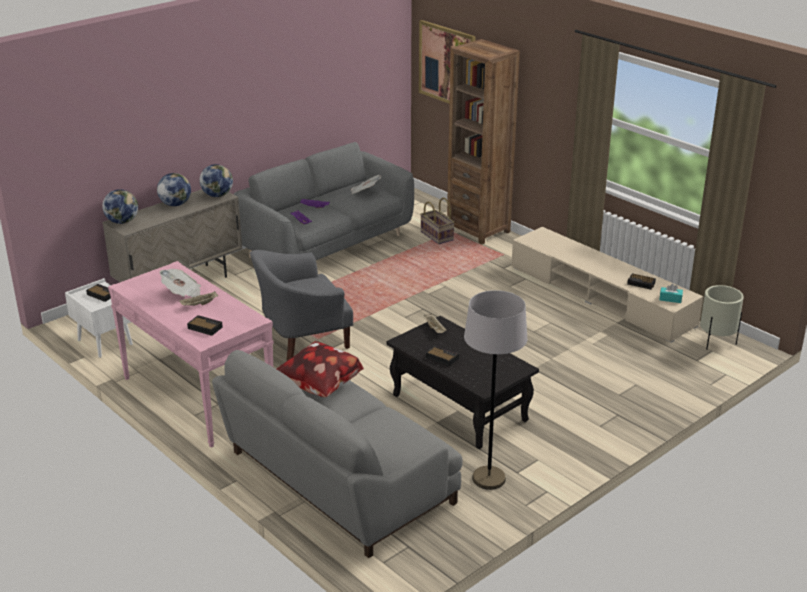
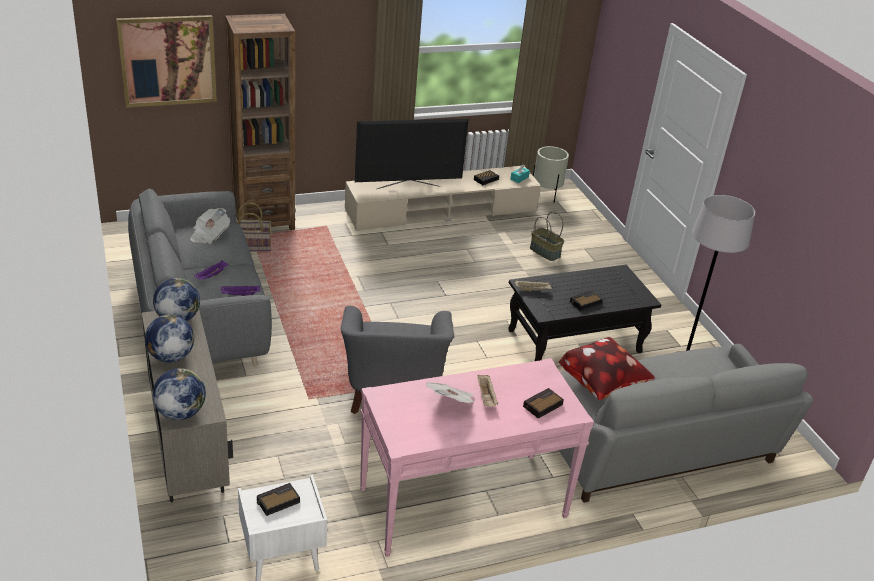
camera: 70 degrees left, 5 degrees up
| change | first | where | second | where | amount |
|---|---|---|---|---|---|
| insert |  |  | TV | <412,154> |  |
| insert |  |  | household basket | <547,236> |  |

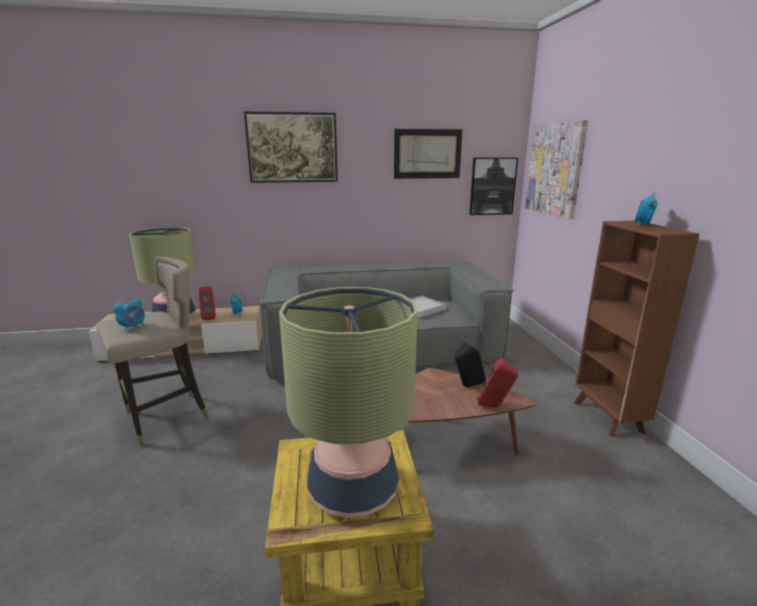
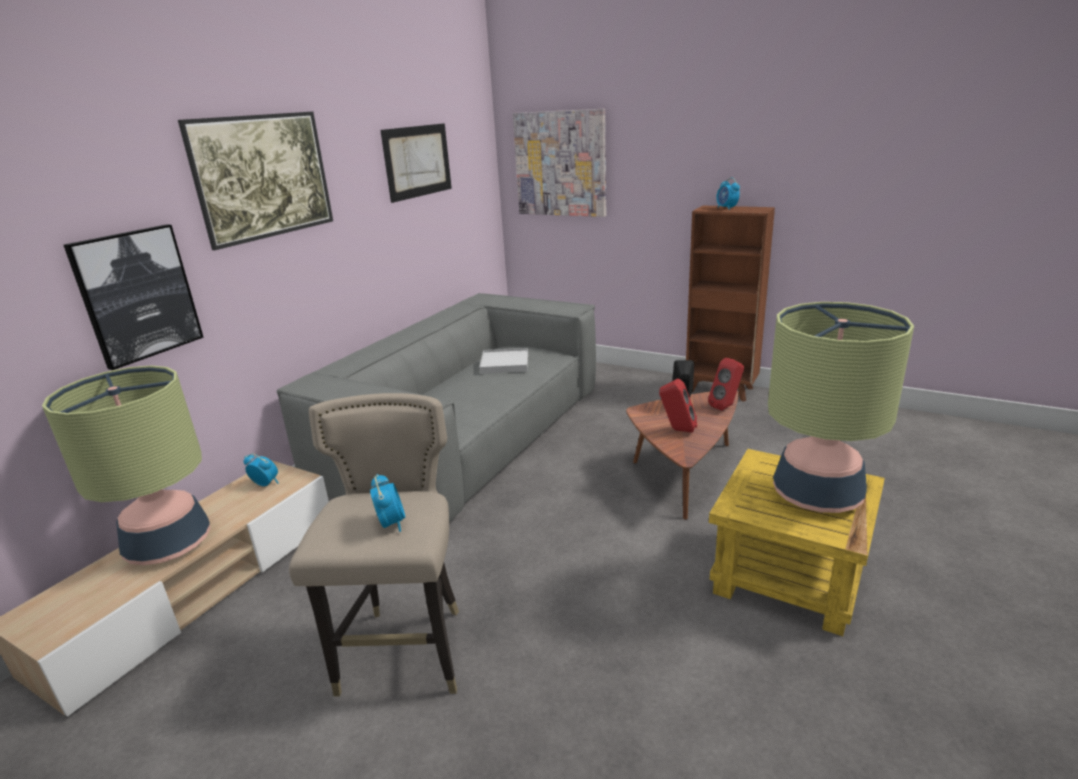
camera: 50 degrees left, 5 degrees up
| change | first | where | second | where | amount |
|---|---|---|---|---|---|
| move | speaker (red) | <207,303> |  | <678,405> |  |
| move | picture | <493,186> |  | <134,297> |  |

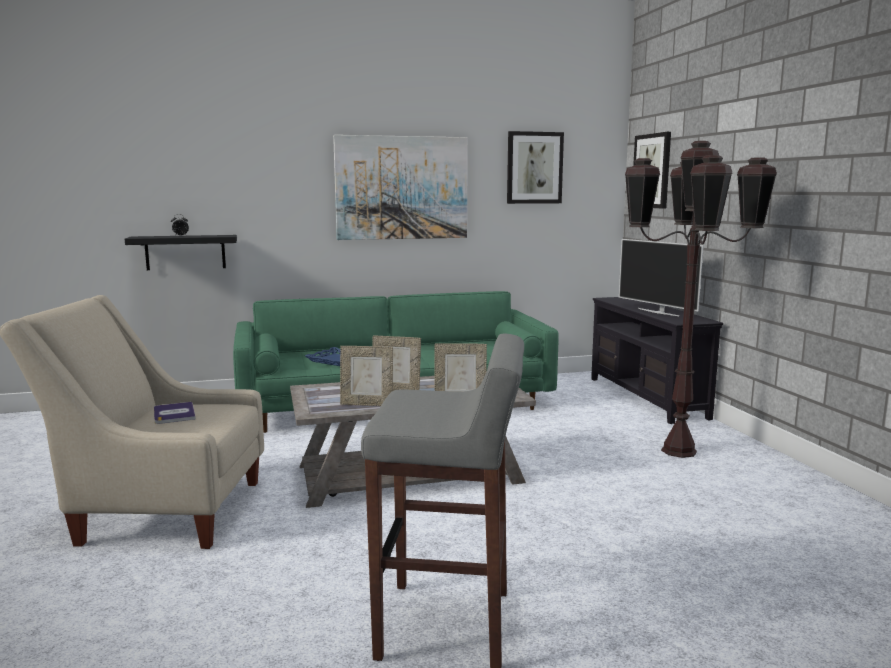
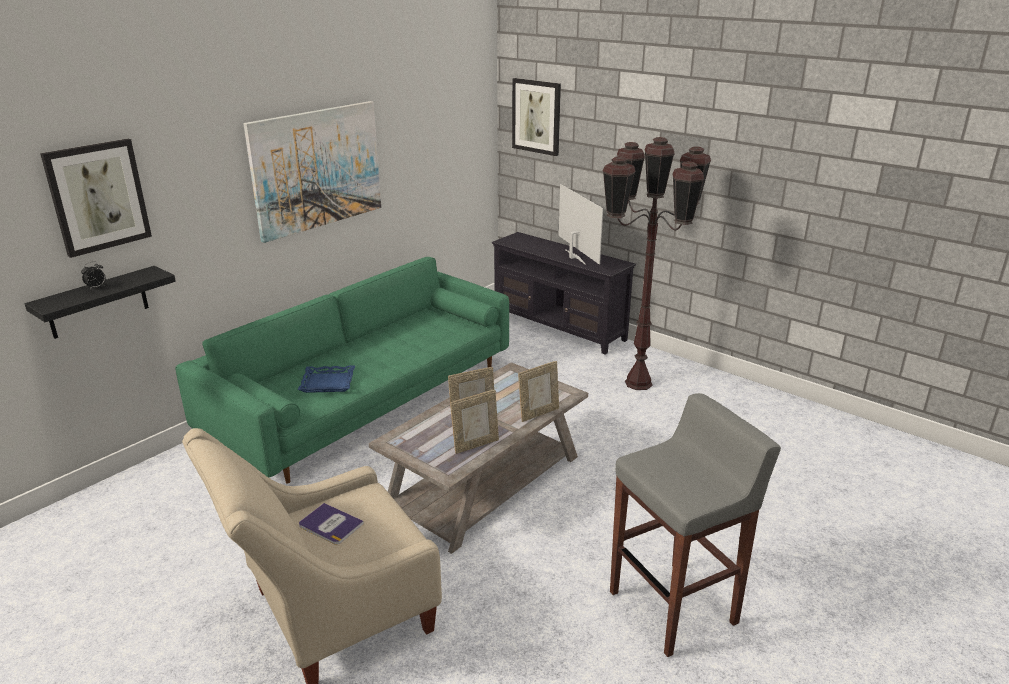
camera: 35 degrees left, 15 degrees up
| change | first | where | second | where | amount |
|---|---|---|---|---|---|
| move | picture | <535,167> |  | <96,198> |  |
| rotate | TV | <661,277> |  | <580,224> | 135 degrees counterclockwise |

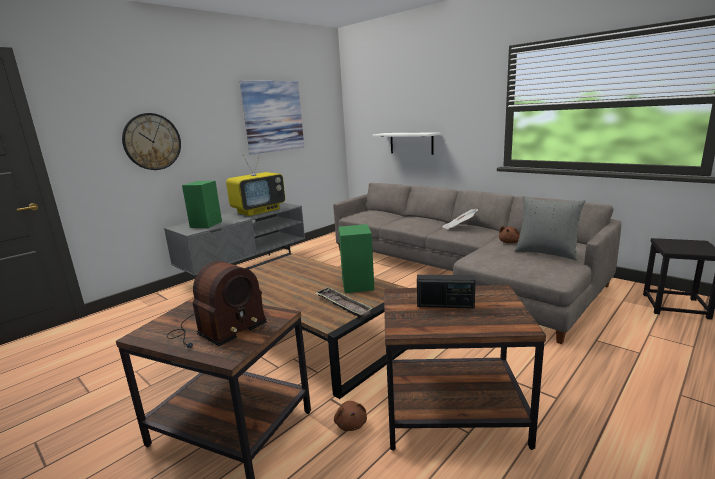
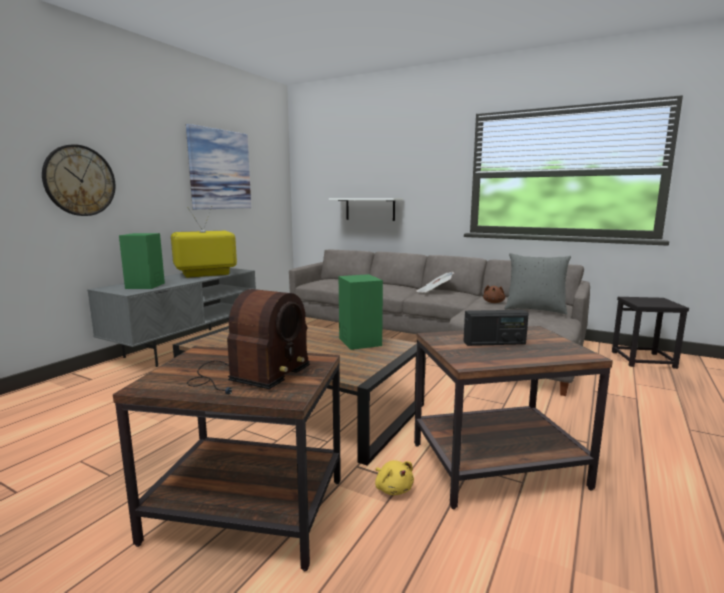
camera: 15 degrees left, 5 degrees down
| change | first | where | second | where | amount |
|---|---|---|---|---|---|
| delete | tray | <344,303> |  |  |  |
| recolor | cuddly toy (brownish) | <350,416> | cuddly toy (yellow) | <394,477> |  |
| rotate | TV | <255,184> |  | <204,242> | 150 degrees counterclockwise |

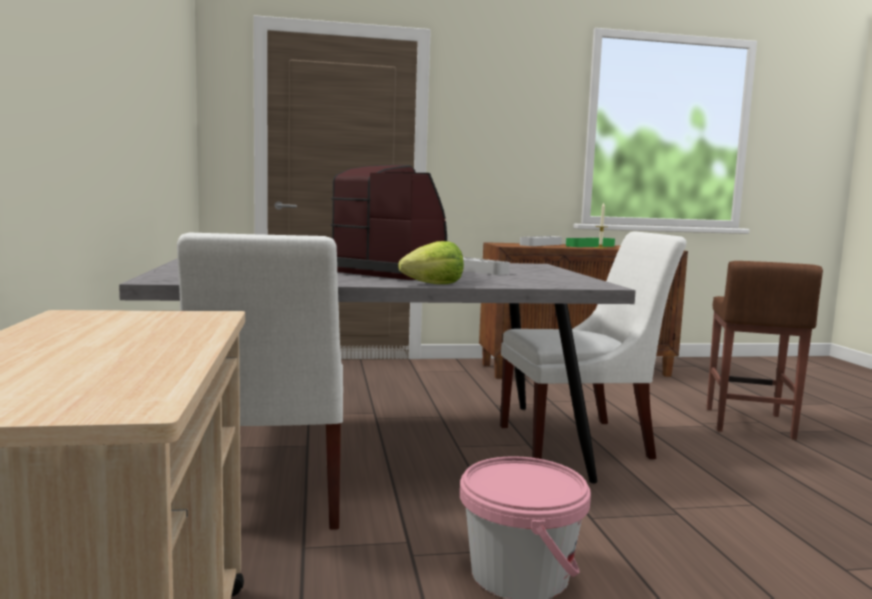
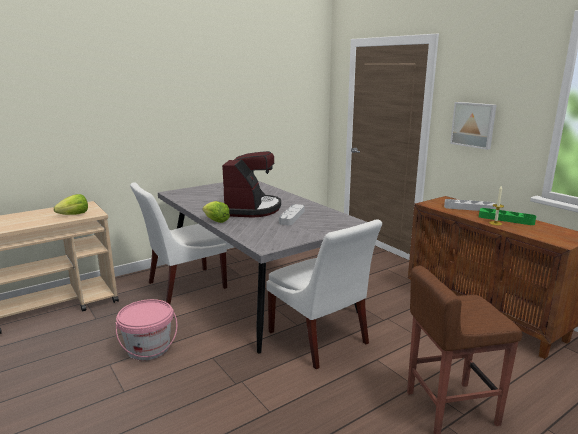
camera: 65 degrees right, 10 degrees up
| change | first | where | second | where | amount |
|---|---|---|---|---|---|
| insert |  |  | lettuce head | <71,204> |  |
| insert |  |  | picture | <473,126> |  |

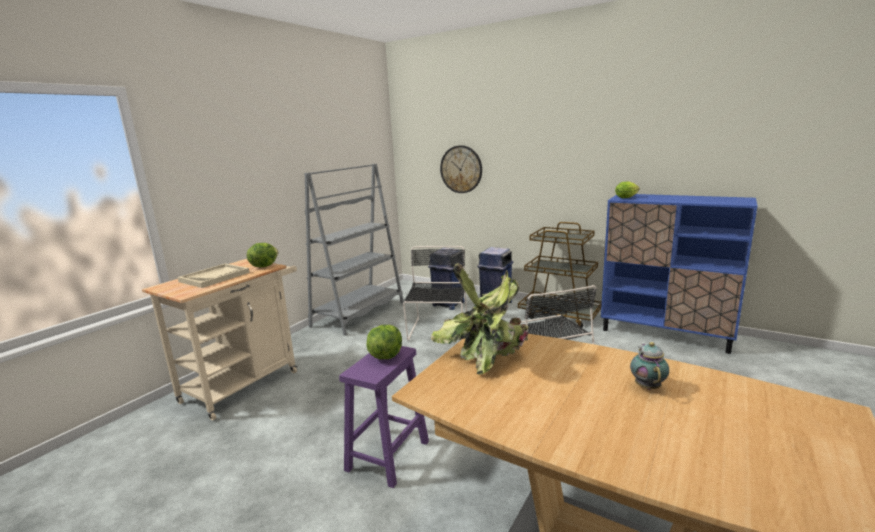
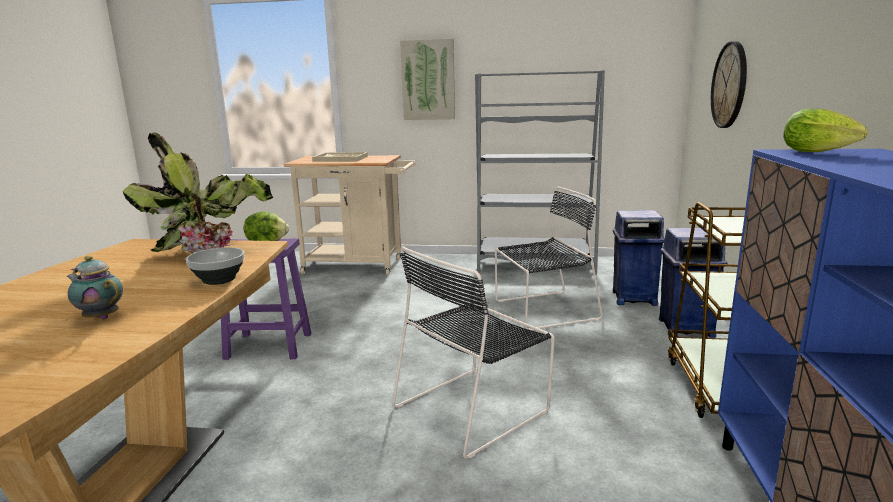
camera: 65 degrees right, 0 degrees up
| change | first | where | second | where | amount |
|---|---|---|---|---|---|
| delete | lettuce head | <263,255> |  |  |  |
| insert |  |  | deep dish | <215,266> |  |
| insert |  |  | picture | <427,79> |  |
| rotate | teapot | <649,366> |  | <95,287> | 135 degrees counterclockwise |

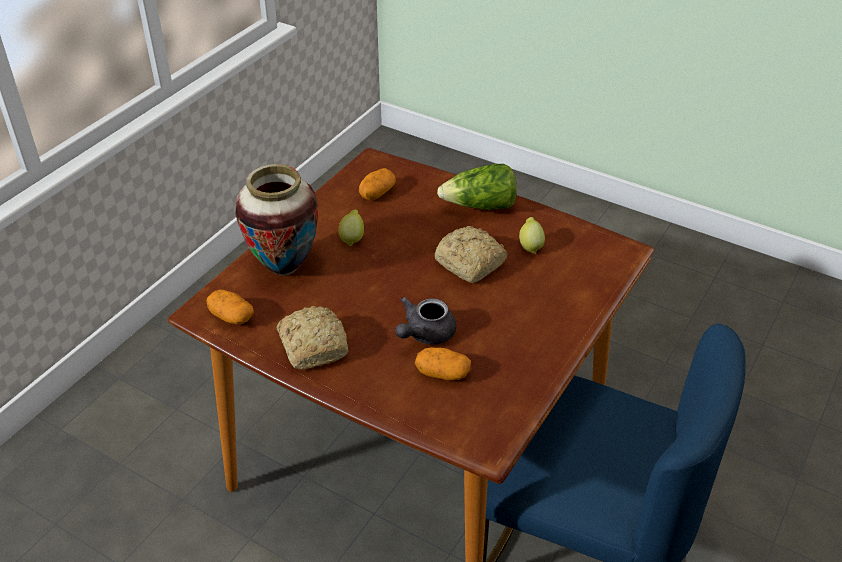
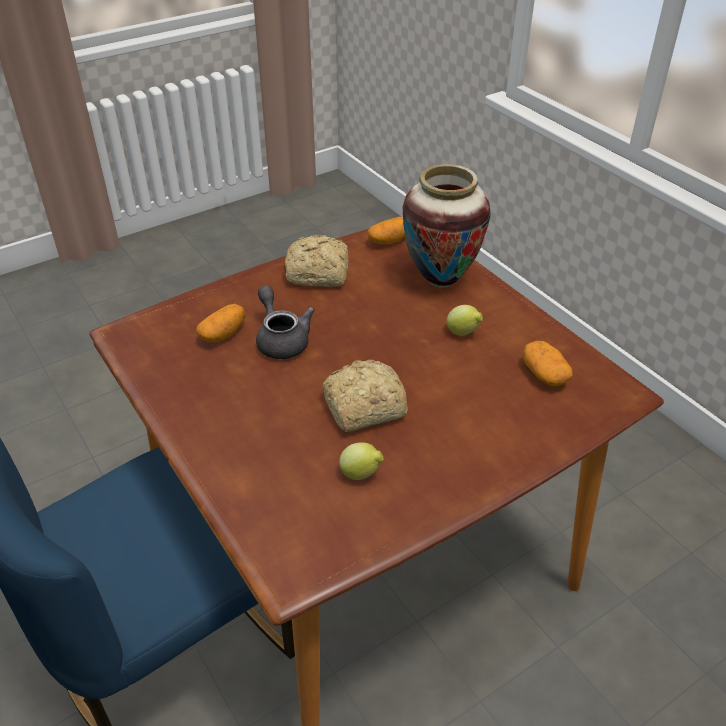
camera: 115 degrees right, 0 degrees up
| change | first | where | second | where | amount |
|---|---|---|---|---|---|
| delete | lettuce head | <477,187> |  |  |  |

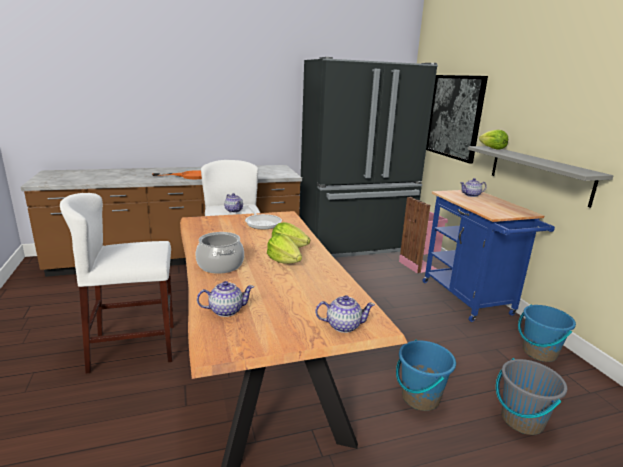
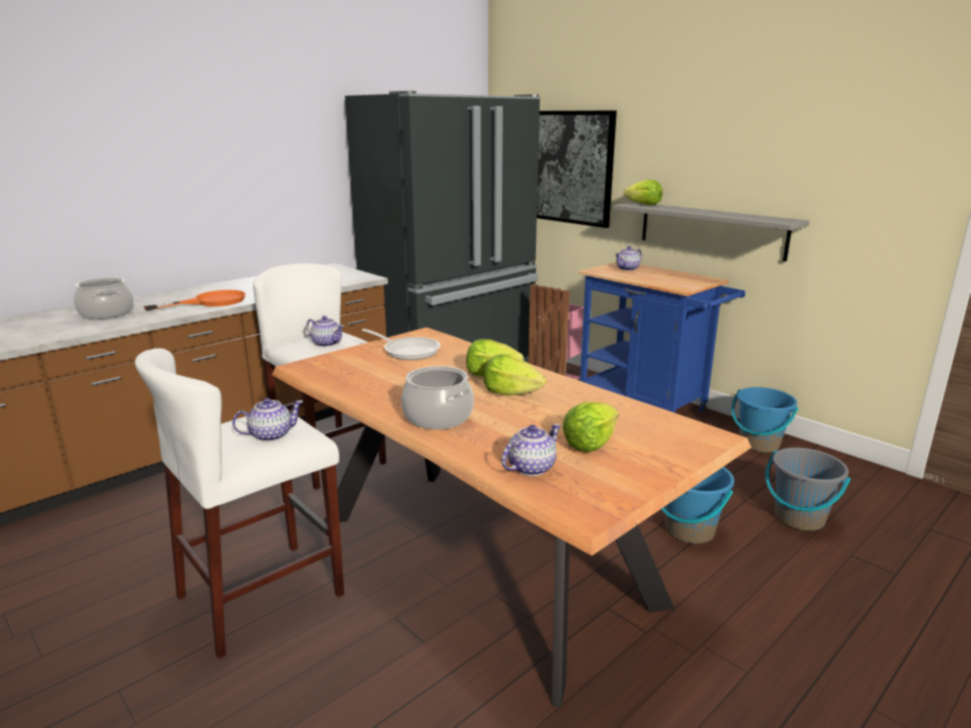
camera: 25 degrees left, 0 degrees up
| change | first | where | second | where | amount |
|---|---|---|---|---|---|
| insert |  |  | saucepot | <103,298> |  |
| insert |  |  | lettuce head | <591,427> |  |
| move | teapot | <345,314> |  | <267,420> |  |

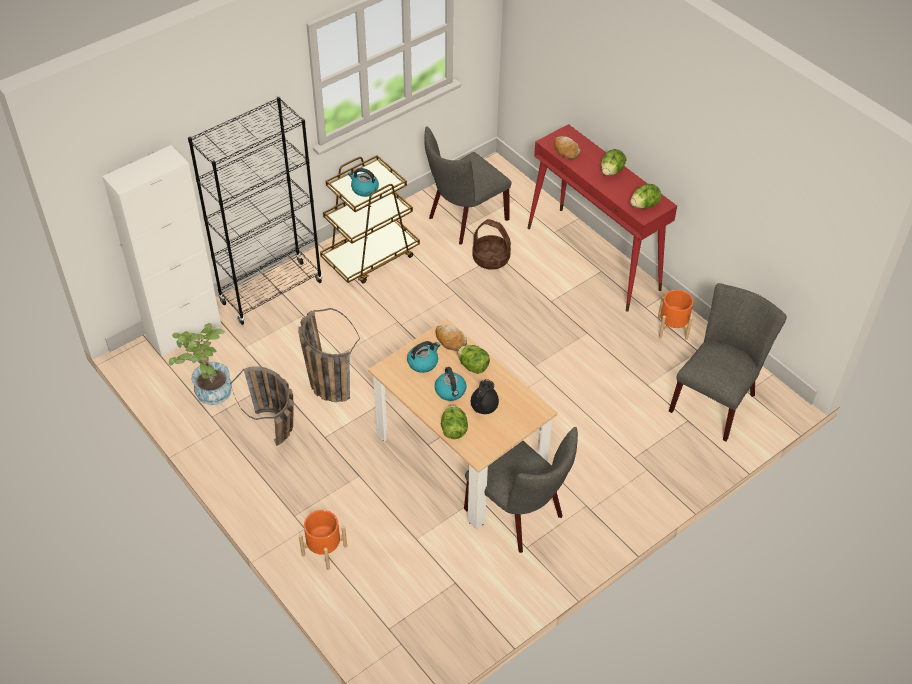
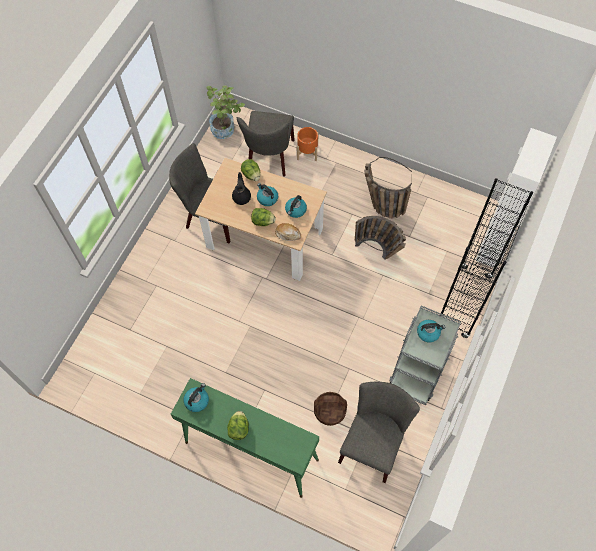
camera: 155 degrees right, 15 degrees up
| change | first | where | second | where | amount |
|---|---|---|---|---|---|
| delete | bread | <567,147> |  |  |  |
| delete | planter (orange-coloured) | <675,315> |  |  |  |
| move | plant in a pot | <200,364> |  | <225,112> |  |
| move | upright chair (gray) | <728,362> |  | <265,144> |  |
| replace | lettuce head | <645,196> | water kettle | <196,397> |  |
| recolor | cart (brownish) | <370,219> | cart (gray) | <425,355> |  |
| recolor | console table (red) | <602,218> | console table (greenish) | <245,438> |  |

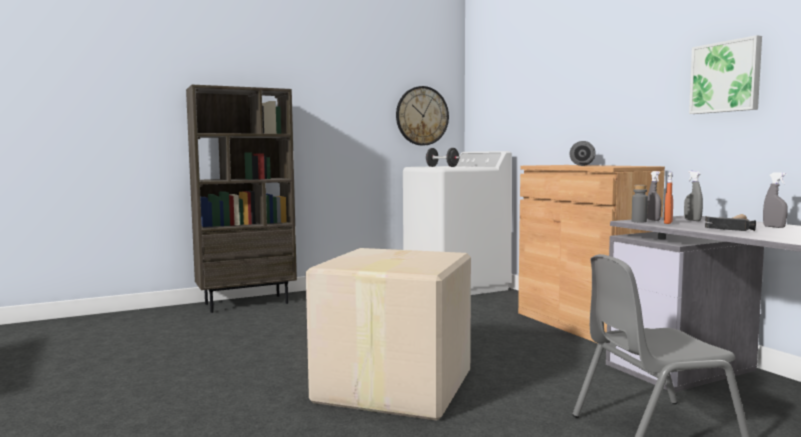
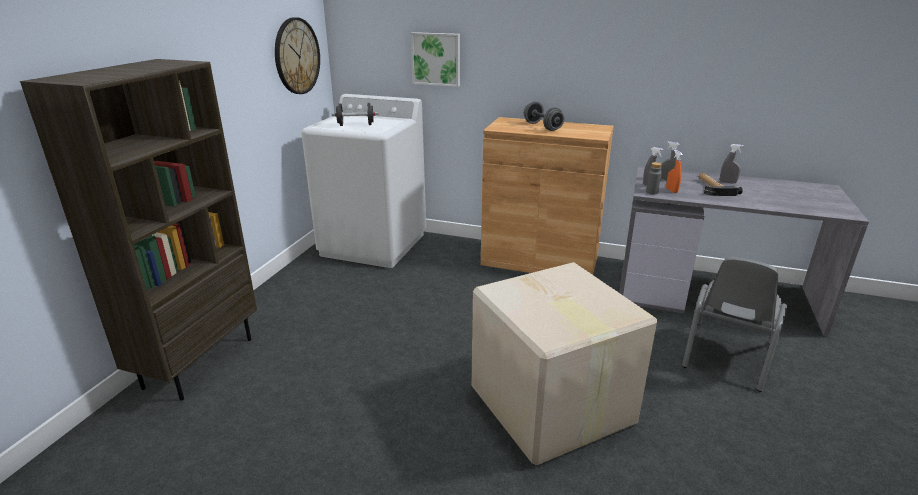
camera: 45 degrees left, 20 degrees up
| change | first | where | second | where | amount |
|---|---|---|---|---|---|
| move | picture | <725,74> |  | <435,59> |  |

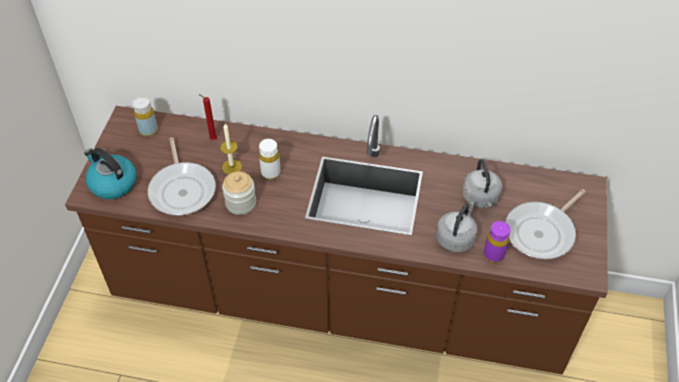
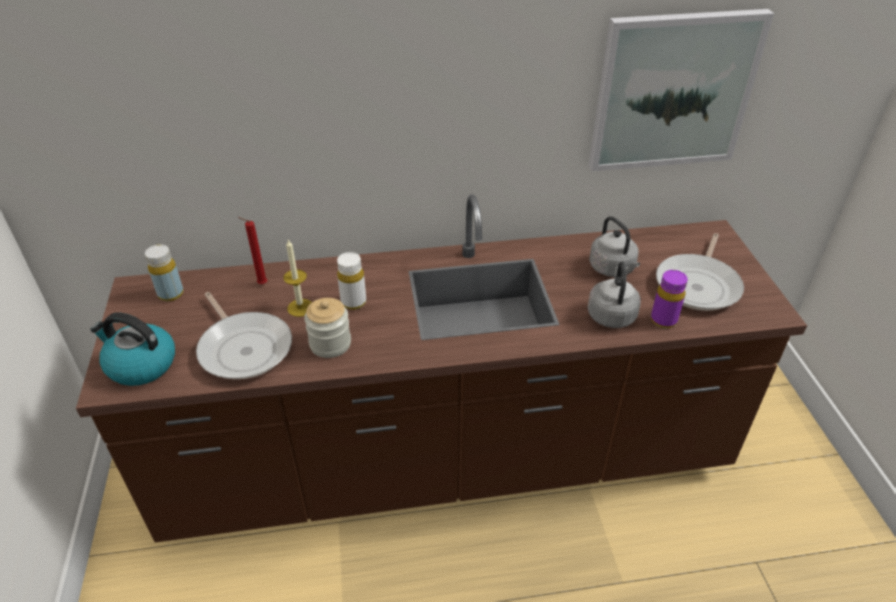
camera: 20 degrees left, 10 degrees down
| change | first | where | second | where | amount |
|---|---|---|---|---|---|
| insert |  |  | picture | <681,90> |  |

